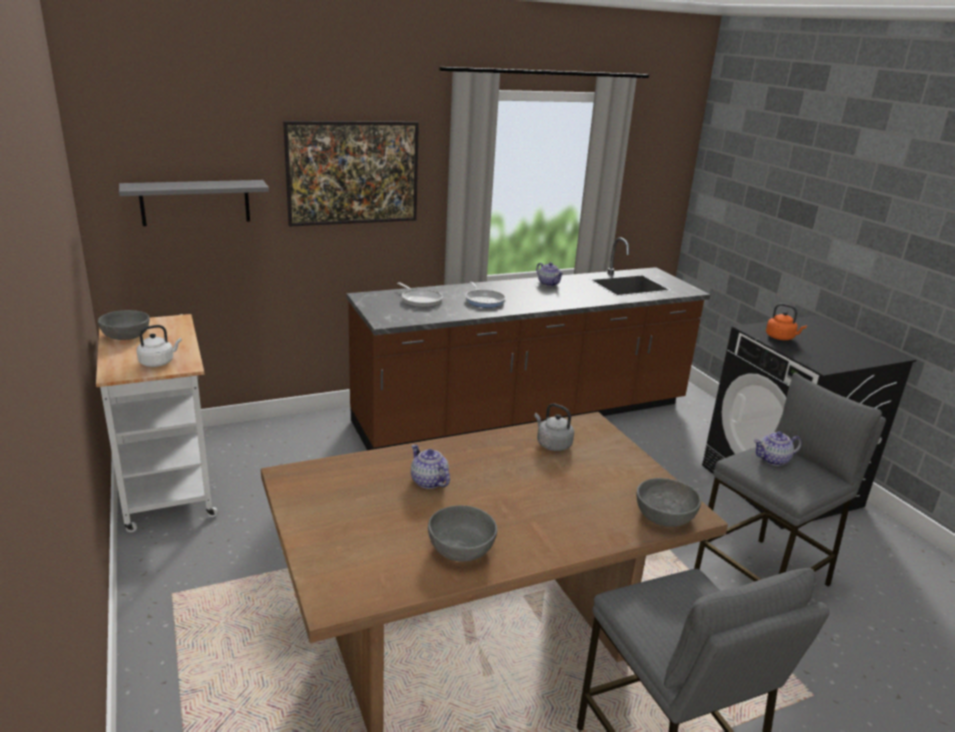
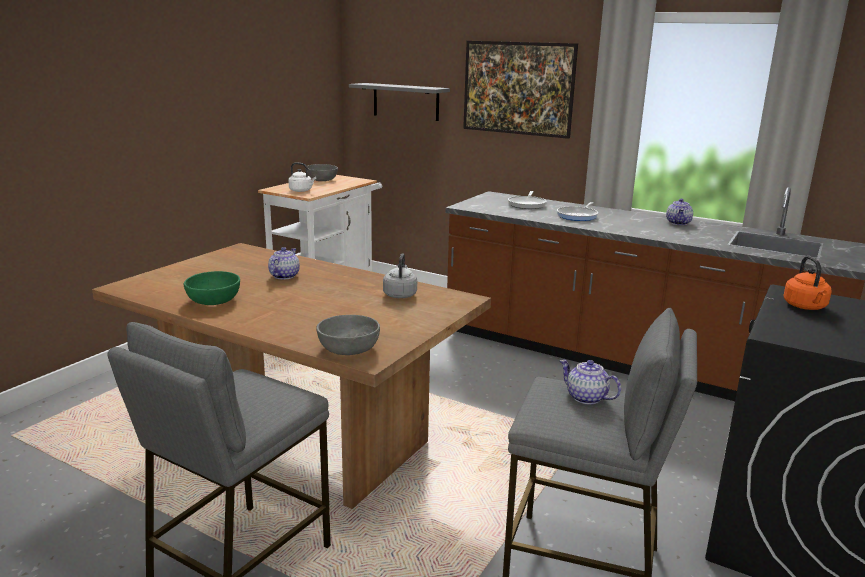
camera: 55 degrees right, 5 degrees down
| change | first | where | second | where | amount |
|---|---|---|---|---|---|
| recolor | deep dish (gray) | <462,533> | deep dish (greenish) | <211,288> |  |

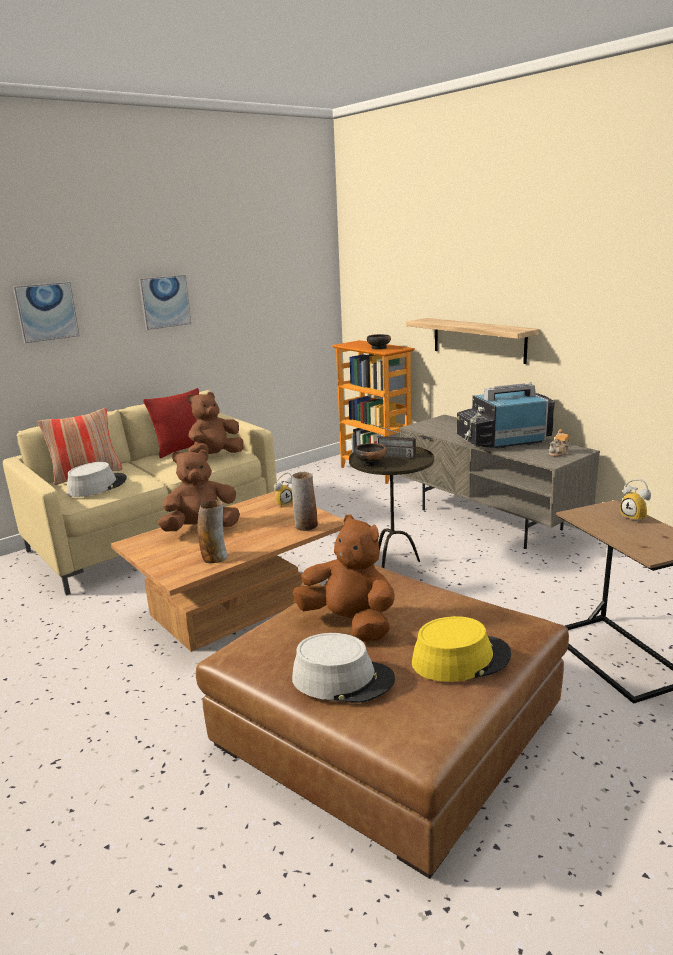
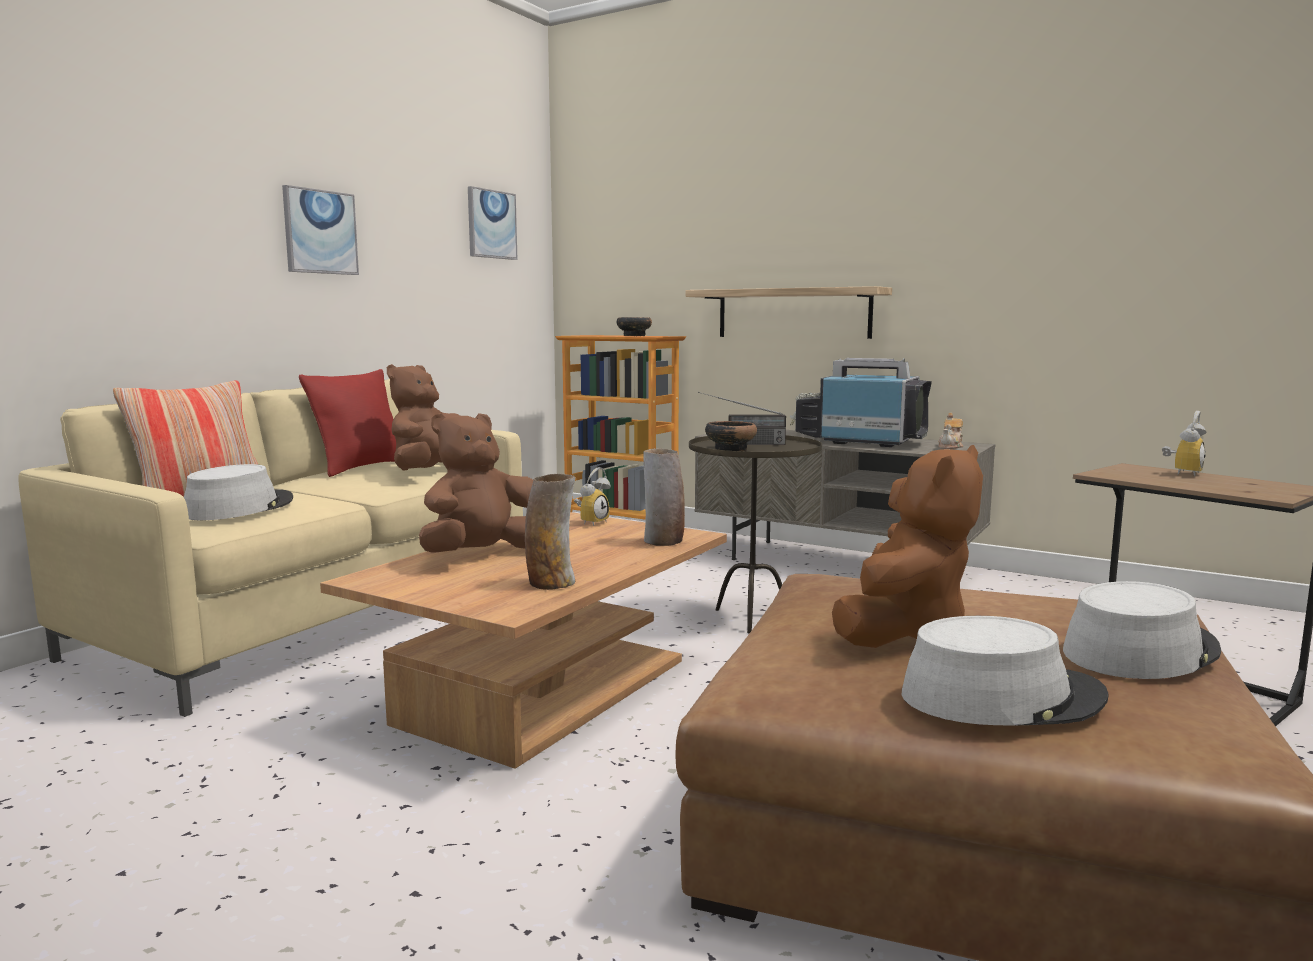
camera: 20 degrees left, 10 degrees down
| change | first | where | second | where | amount |
|---|---|---|---|---|---|
| move | picture | <46,312> |  | <493,223> |  |
| recolor | wearable hat (yellow) | <461,649> | wearable hat (gray) | <1142,630> |  |
| rotate | cuddly toy (brownish) | <344,578> |  | <907,546> | 105 degrees clockwise |
| rotate | TV | <506,415> |  | <861,402> | 60 degrees clockwise |
| rotate | alarm clock | <635,501> |  | <1184,443> | 90 degrees counterclockwise |

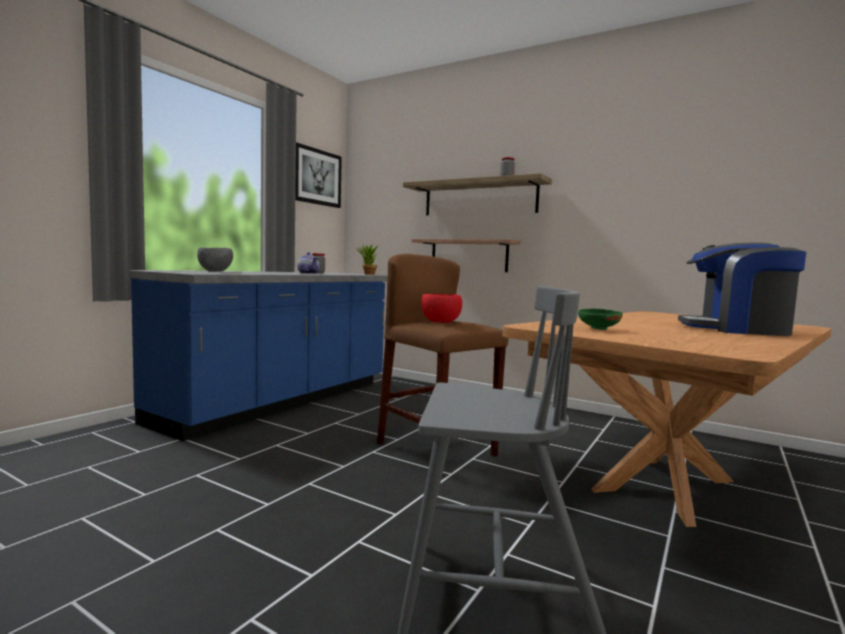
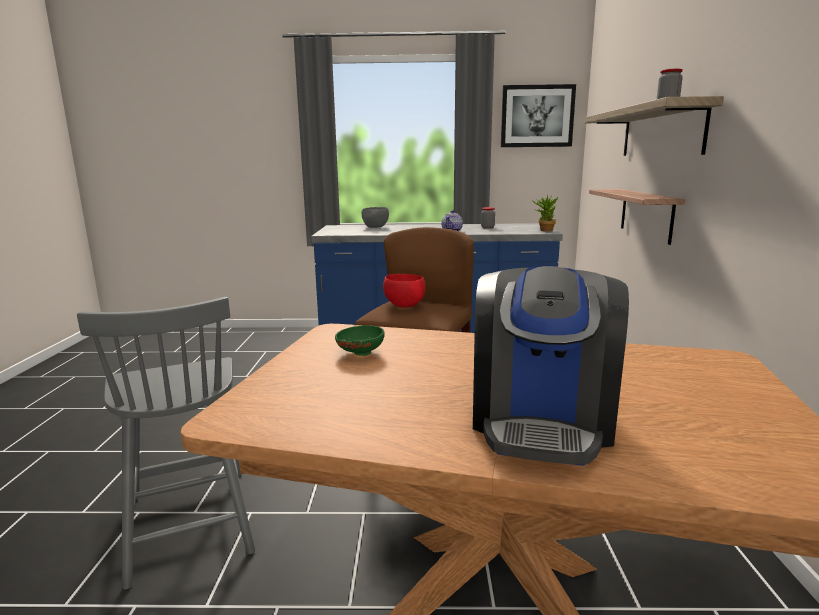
camera: 60 degrees right, 10 degrees up
| change | first | where | second | where | amount |
|---|---|---|---|---|---|
| rotate | coffee brewer | <742,289> |  | <551,366> | 150 degrees counterclockwise |

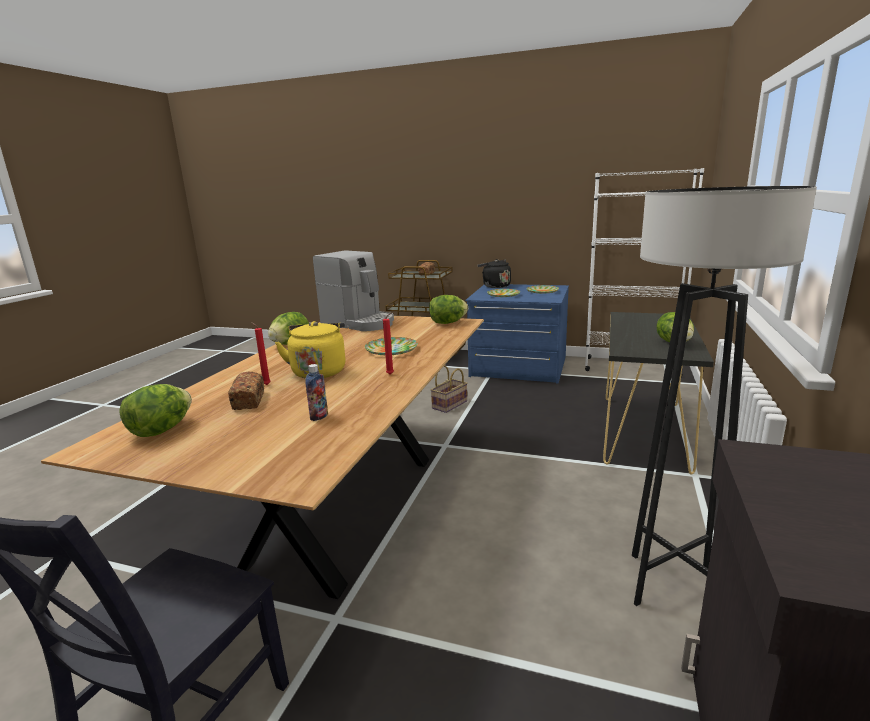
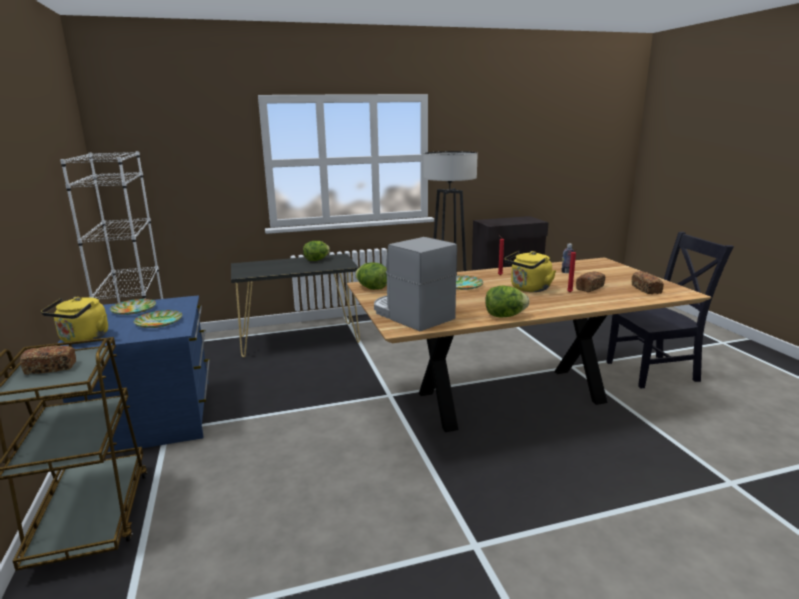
camera: 125 degrees left, 0 degrees up
| change | first | where | second | where | amount |
|---|---|---|---|---|---|
| delete | household basket | <448,389> |  |  |  |
| replace | lettuce head | <155,410> | bread | <647,282> |  |
| recolor | water kettle (black) | <494,273> | water kettle (yellow) | <74,320> |  |
| rotate | coffee brewer | <353,290> |  | <415,284> | 45 degrees counterclockwise |

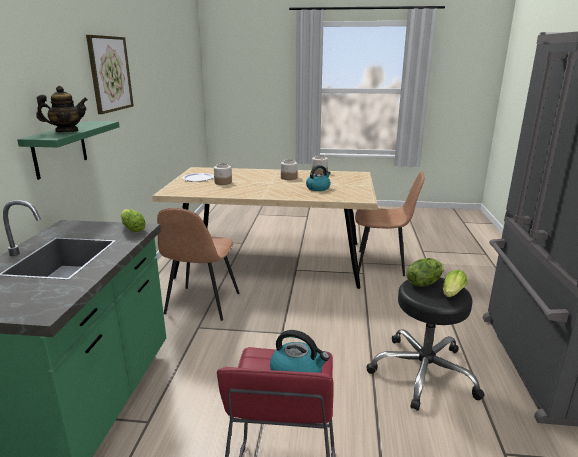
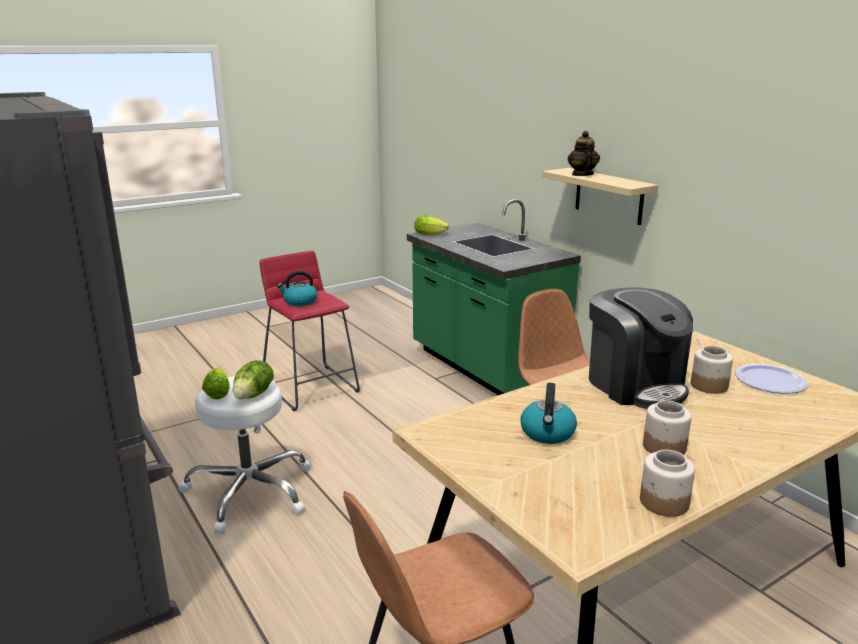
camera: 140 degrees right, 0 degrees up
| change | first | where | second | where | amount |
|---|---|---|---|---|---|
| delete | picture | <110,74> |  |  |  |
| insert |  |  | coffee brewer | <641,348> |  |
| move | lettuce head | <133,220> |  | <431,225> |  |
| recolor | bracket shelf (greenish) | <68,150> | bracket shelf (sand-coloured) | <600,196> |  |
| recolor | stool (black) | <425,344> | stool (whitish) | <245,455> |  |
| rotate | teapot | <62,109> |  | <584,153> | 150 degrees clockwise |

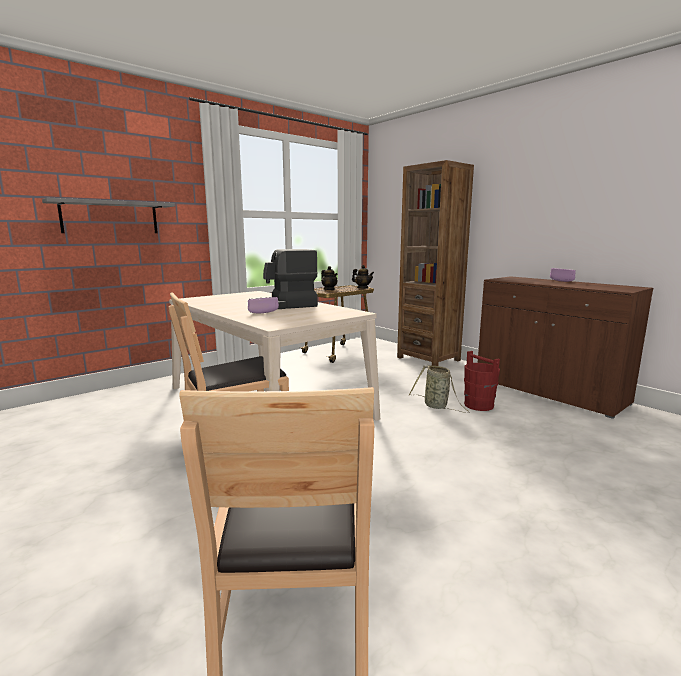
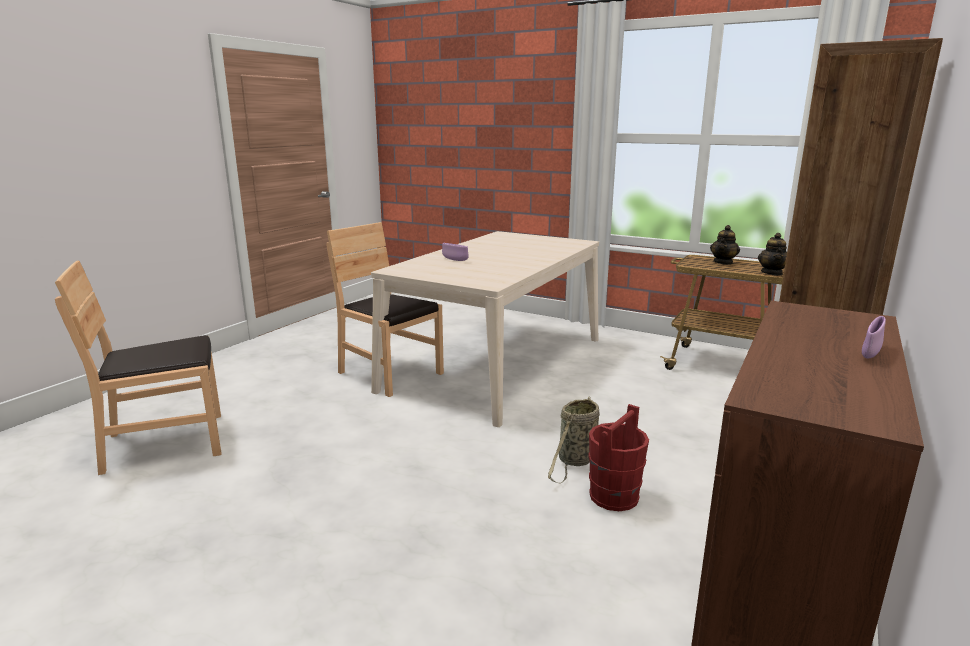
camera: 70 degrees right, 5 degrees up
| change | first | where | second | where | amount |
|---|---|---|---|---|---|
| delete | bracket shelf (gray) | <108,215> |  |  |  |
| delete | coffee brewer | <283,279> |  |  |  |

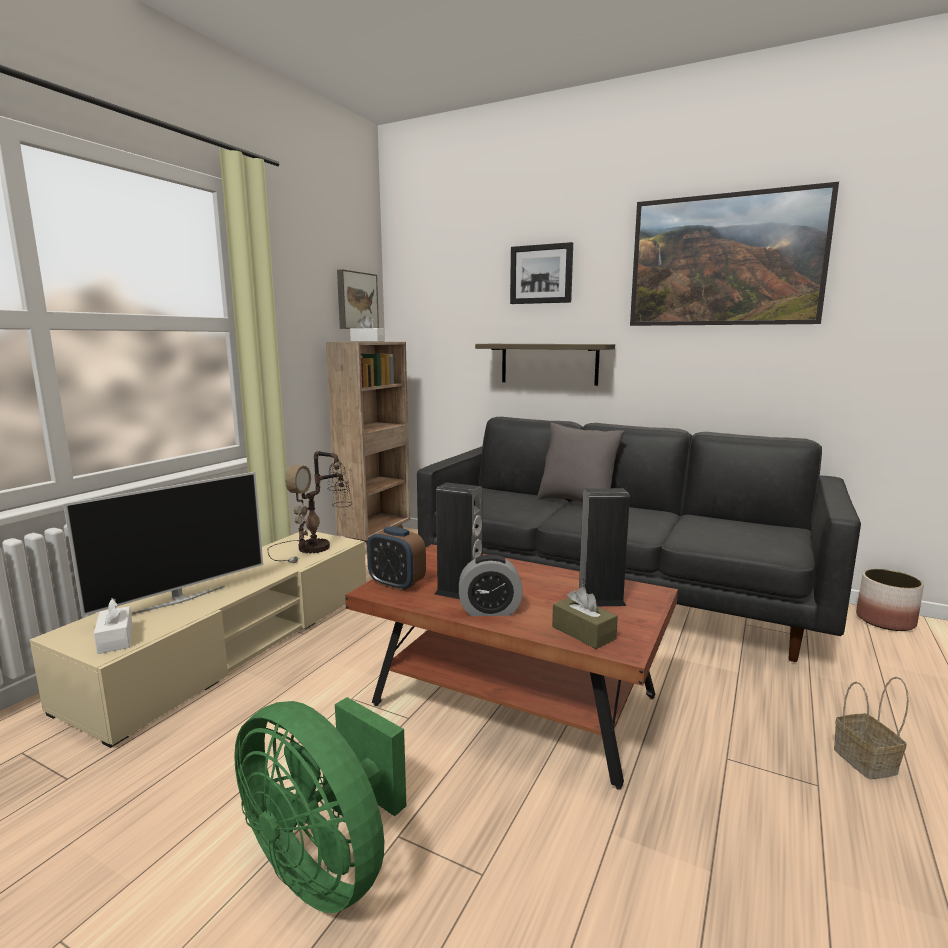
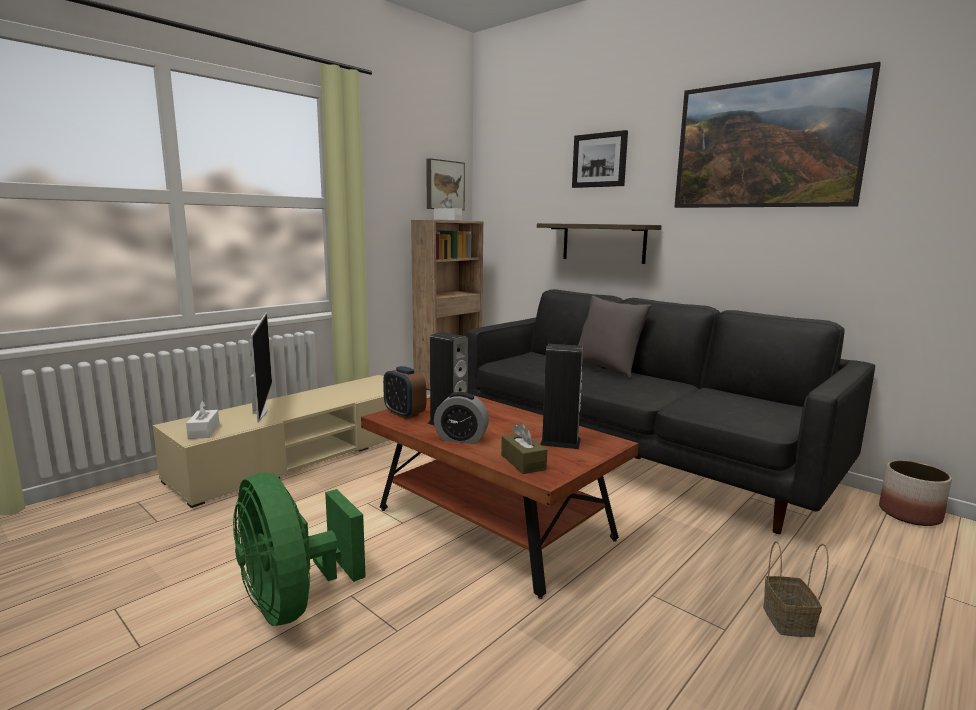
camera: 15 degrees right, 0 degrees up
| change | first | where | second | where | amount |
|---|---|---|---|---|---|
| delete | lamp for a table | <310,507> |  |  |  |
| rotate | TV | <163,544> |  | <261,368> | 75 degrees counterclockwise |

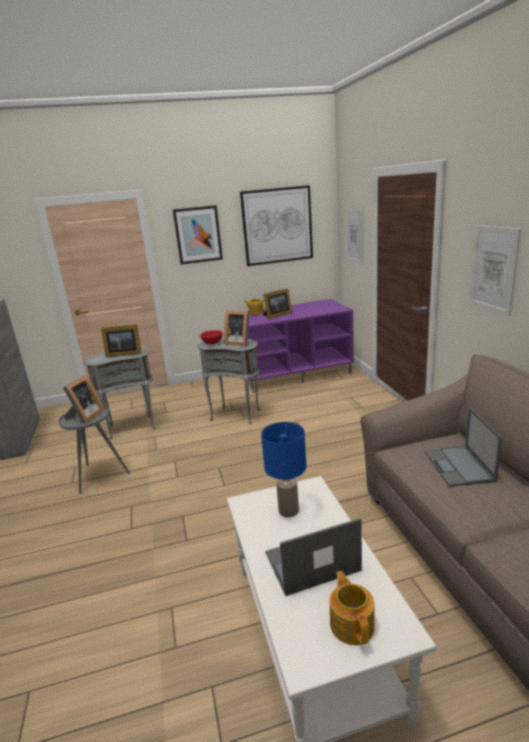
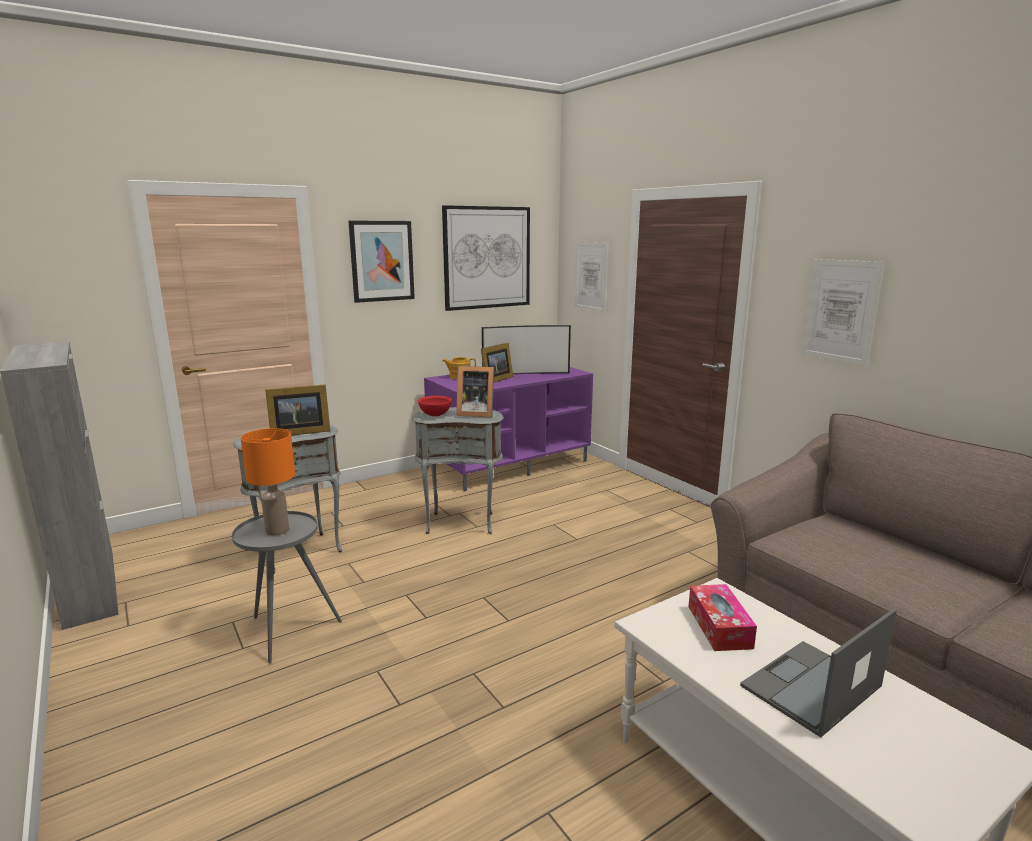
camera: 20 degrees left, 5 degrees down
| change | first | where | second | where | amount |
|---|---|---|---|---|---|
| delete | teapot | <352,608> |  |  |  |
| delete | notebook computer | <463,447> |  |  |  |
| insert |  |  | TV | <526,349> |  |
| replace | picture frame | <84,399> | lamp for a table (orange-coloured) | <268,482> |  |
| replace | lamp for a table (blue-coloured) | <284,469> | tissue holder | <722,617> |  |

